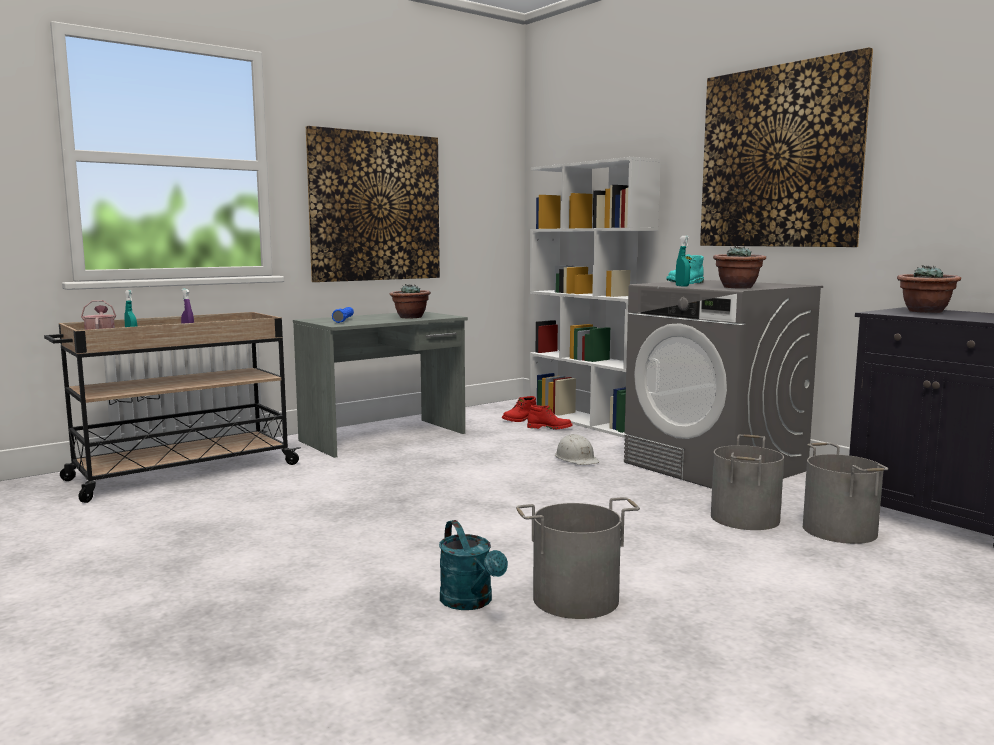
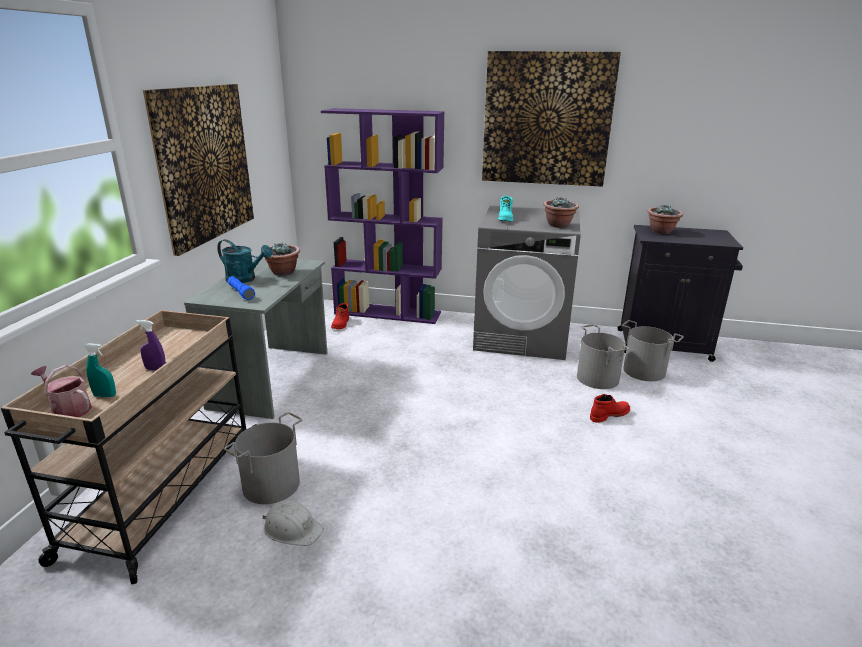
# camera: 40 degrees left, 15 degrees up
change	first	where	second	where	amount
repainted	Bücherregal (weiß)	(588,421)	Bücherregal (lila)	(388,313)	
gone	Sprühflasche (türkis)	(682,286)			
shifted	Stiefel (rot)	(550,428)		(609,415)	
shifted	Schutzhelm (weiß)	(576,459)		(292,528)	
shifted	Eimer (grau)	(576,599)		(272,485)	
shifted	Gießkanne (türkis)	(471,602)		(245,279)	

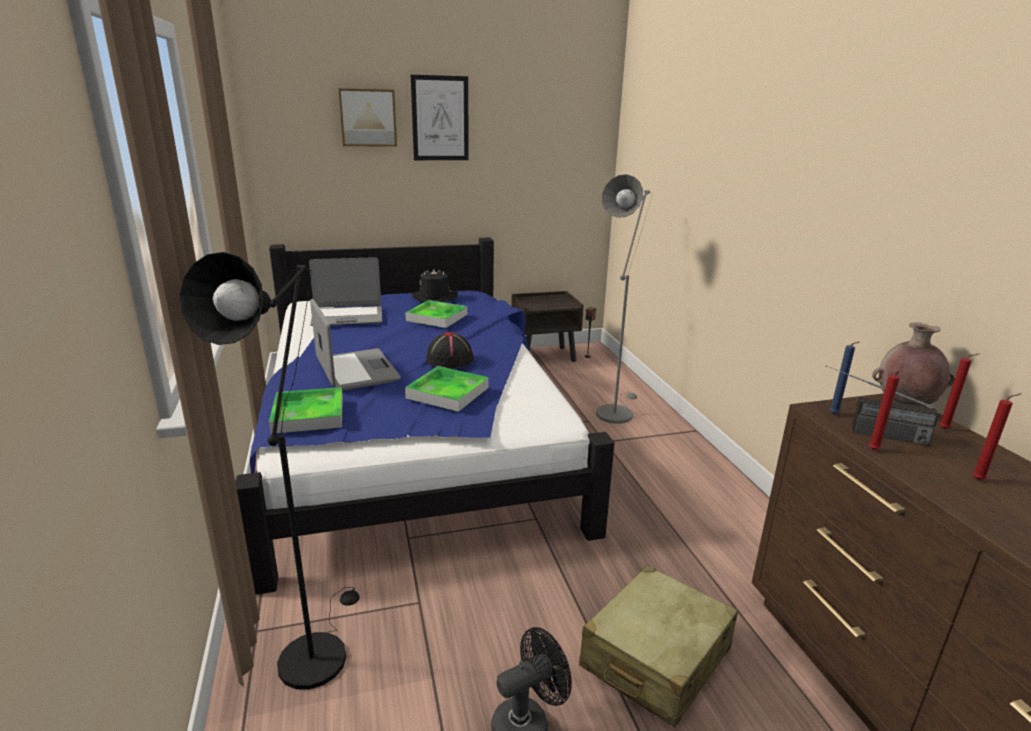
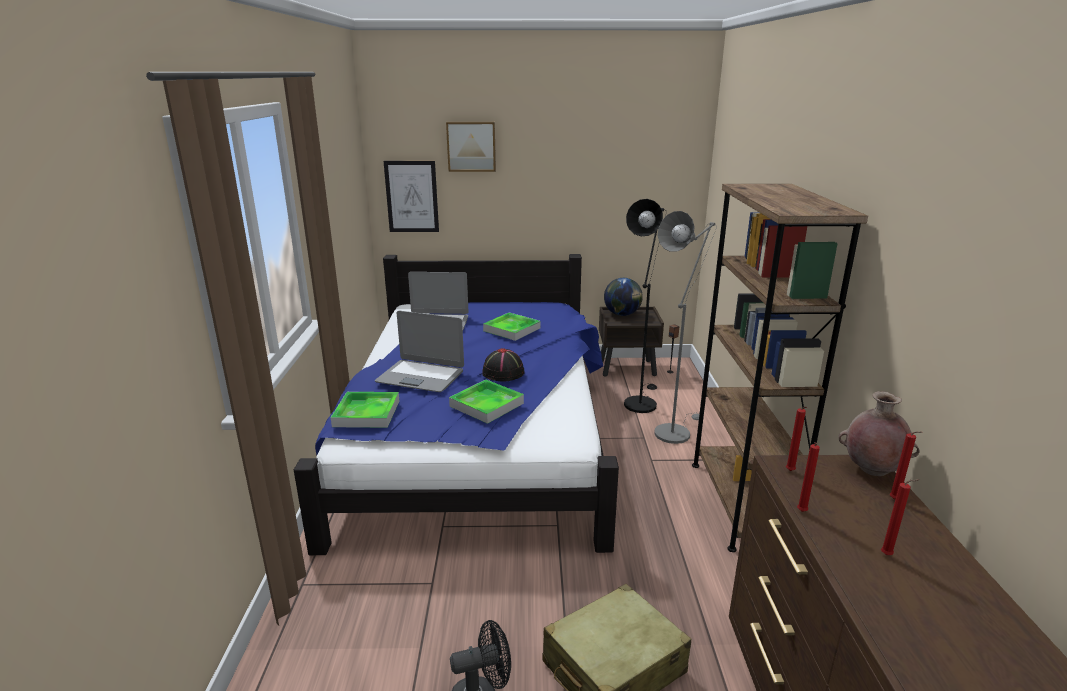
# camera: 15 degrees right, 0 degrees up
change	first	where	second	where	amount
shifted	Bild	(440,118)		(412,196)	
shifted	Stehlampe (schwarz)	(316,650)		(640,402)	
gone	Hut (schwarz)	(434,297)			
rotated	Laptop	(356,371)		(421,376)	120 degrees clockwise
repainted	Kerze (blau)	(835,415)	Kerze (rot)	(790,471)	
gone	Radio	(869,432)			
new			Bücherregal (braun)	(739,503)	
new			Globus	(622,314)	

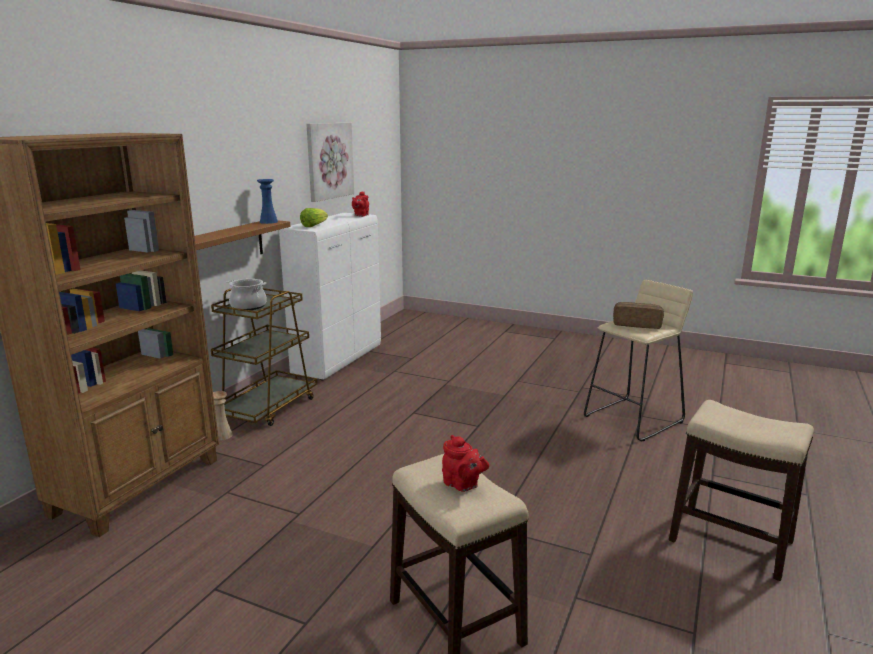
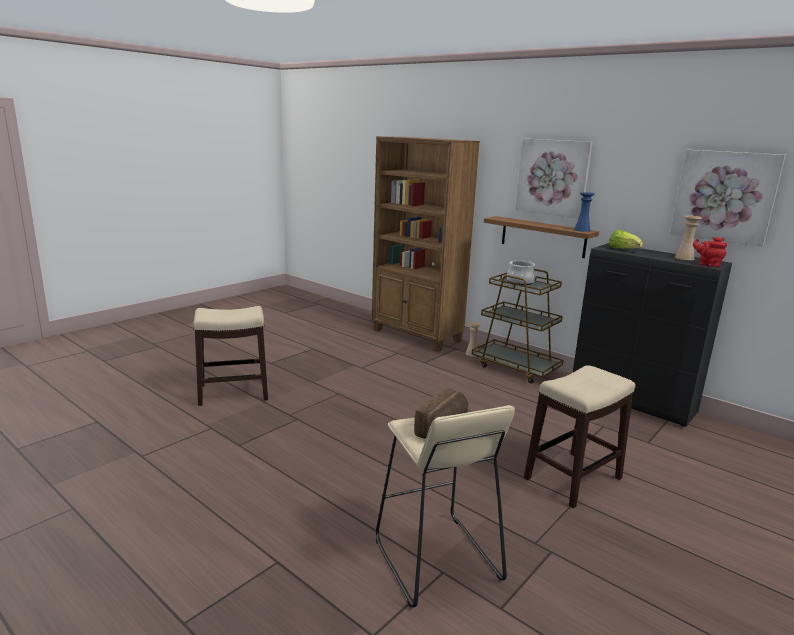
# camera: 105 degrees right, 0 degrees up
change	first	where	second	where	amount
repainted	Schrank (weiß)	(338,359)	Schrank (schwarz)	(632,402)	
shifted	Hocker	(732,541)		(572,479)	
gone	Teekanne (rot)	(463,485)			
new			Bild	(553,177)	
new			Vase (beige)	(684,258)	

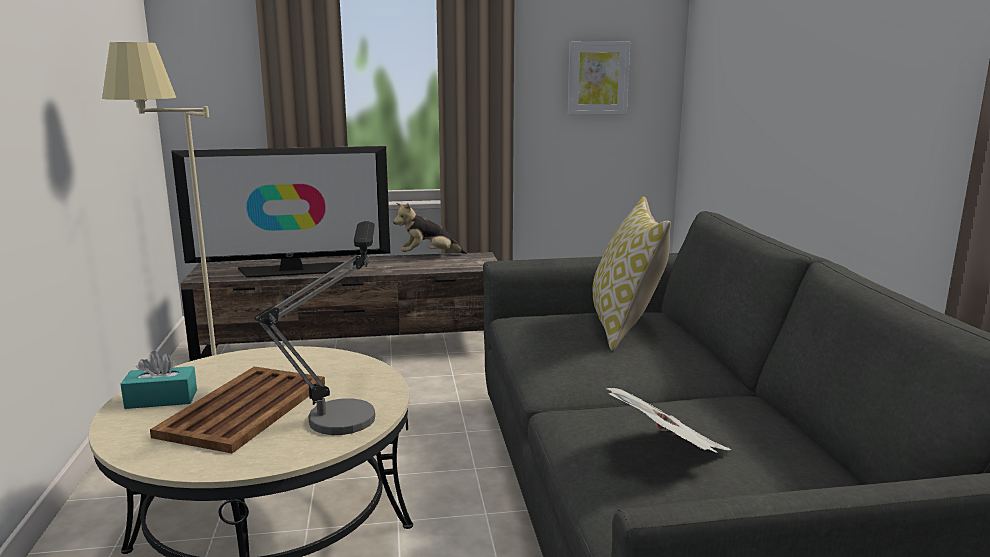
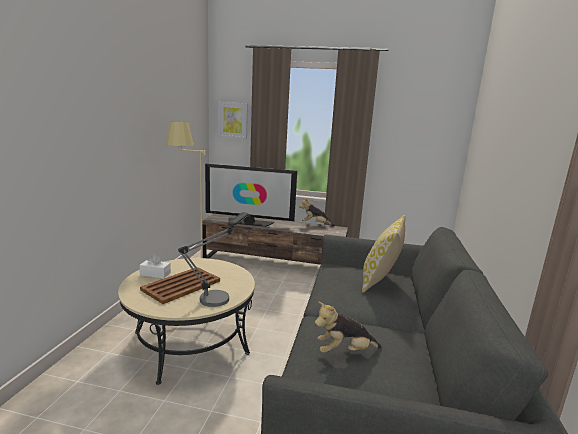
# camera: 20 degrees right, 0 degrees up
change	first	where	second	where	amount
shifted	Bild	(597,78)		(233,120)	
repainted	Taschentuchbox (türkis)	(161,399)	Taschentuchbox (weiß)	(155,274)	
swapped	Zeitung	(666,451)	Plüschtier	(344,351)	

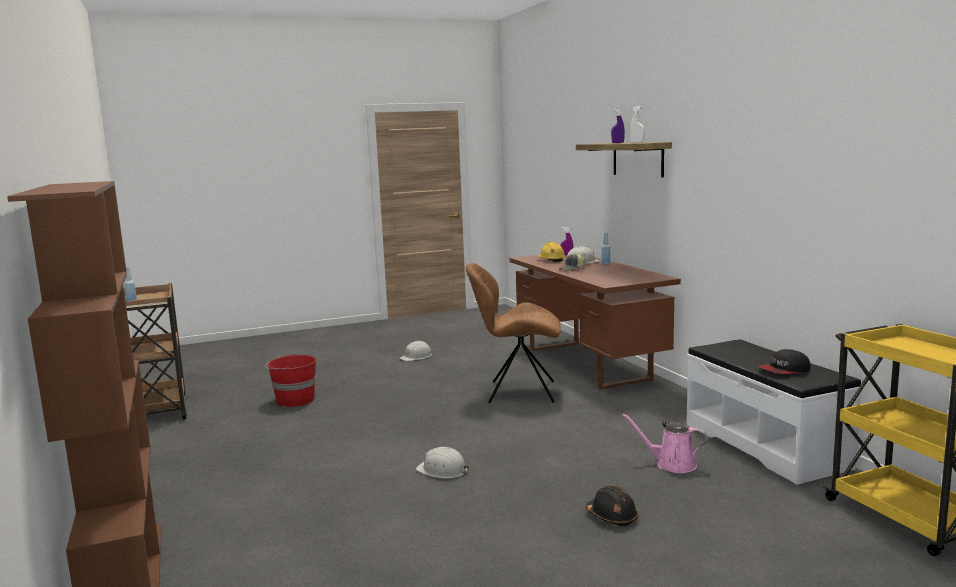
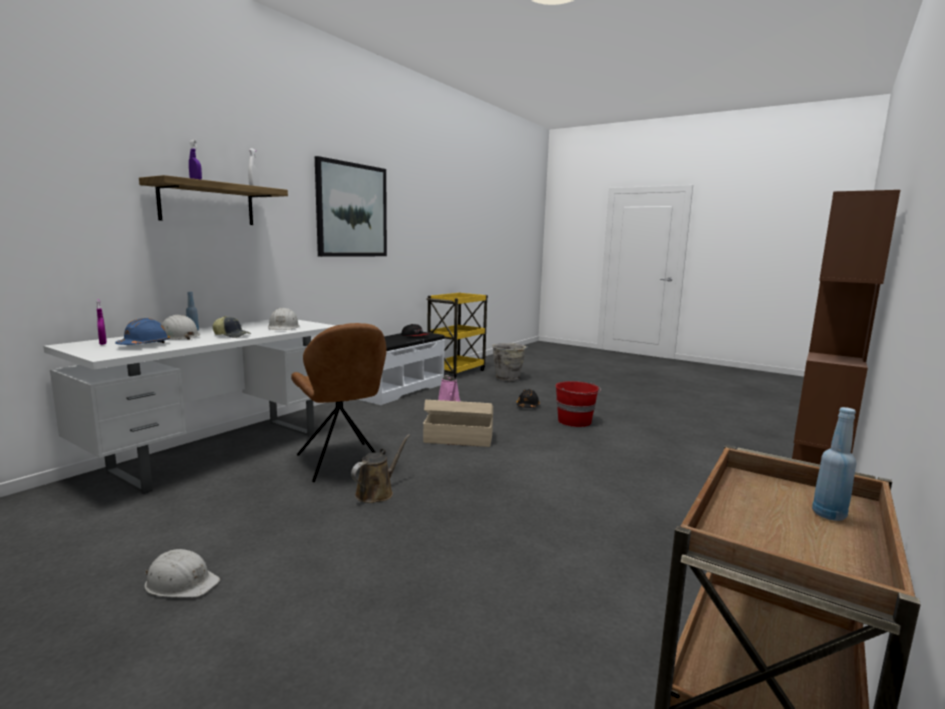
# camera: 125 degrees left, 0 degrees up
change	first	where	second	where	amount
repainted	Schutzhelm (gelb)	(551,260)	Schutzhelm (blau)	(144,345)	
repainted	Schreibtisch (braun)	(588,364)	Schreibtisch (weiß)	(221,451)	
shifted	Eimer (rot)	(294,400)		(575,421)	
shifted	Schutzhelm (weiß)	(442,470)		(283,327)	
new			Bild	(352,210)	
new			Eimer (grau)	(508,378)	
new			Aufbewahrungsbox (beige)	(457,439)	
new			Gießkanne (braun)	(377,492)	

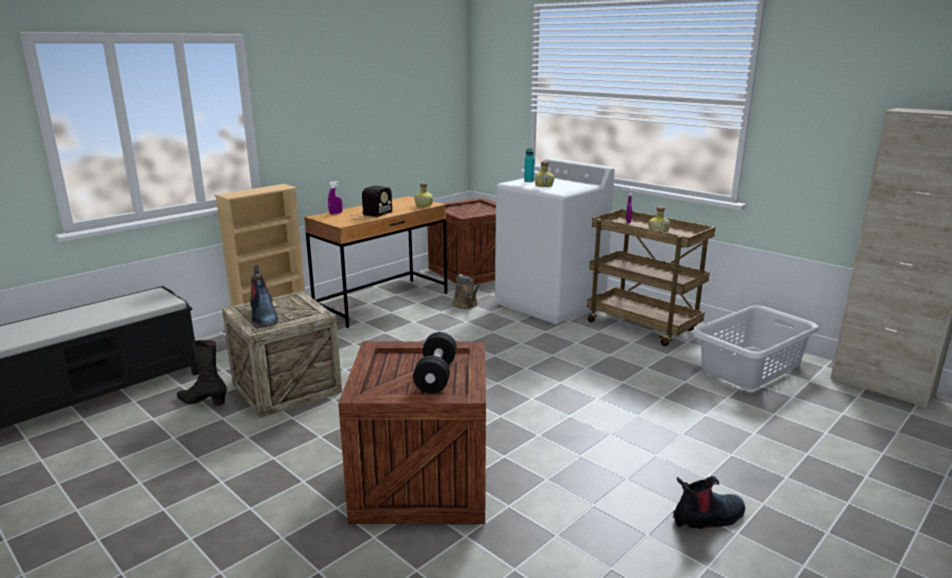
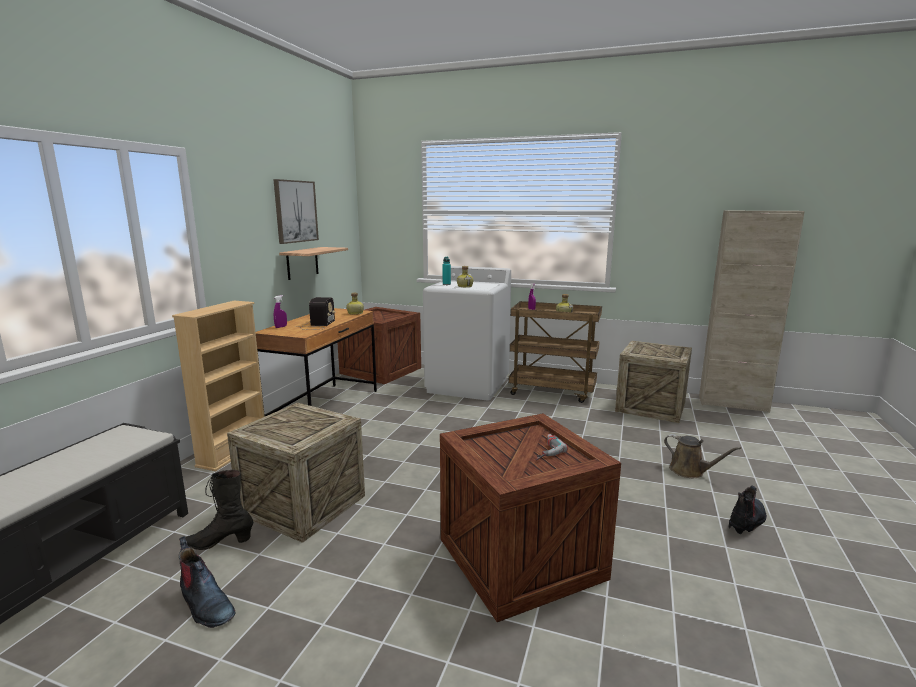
# camera: 25 degrees left, 5 degrees down
change	first	where	second	where	amount
shifted	Stiefel	(263,316)		(205,604)	
shifted	Gießkanne (braun)	(466,305)		(690,471)	
swapped	Wäschekorb (grau)	(751,367)	Kiste	(650,406)	
swapped	Hantel (schwarz)	(436,376)	Bohrmaschine	(543,450)	
new			Bild	(295,211)	
new			Wandregal	(302,263)	

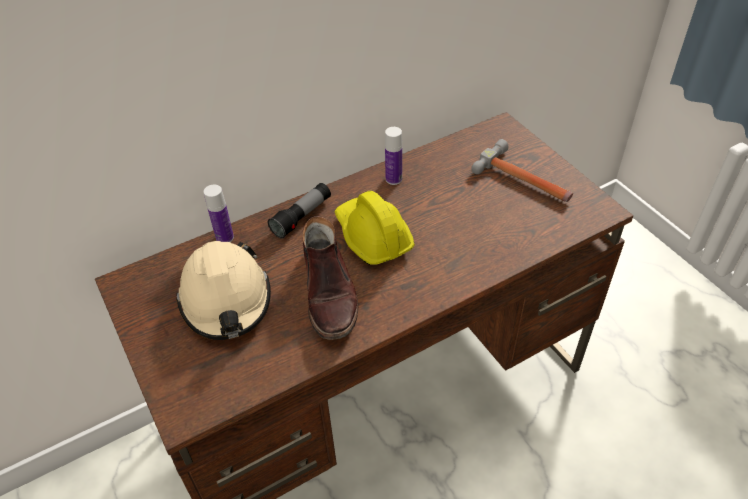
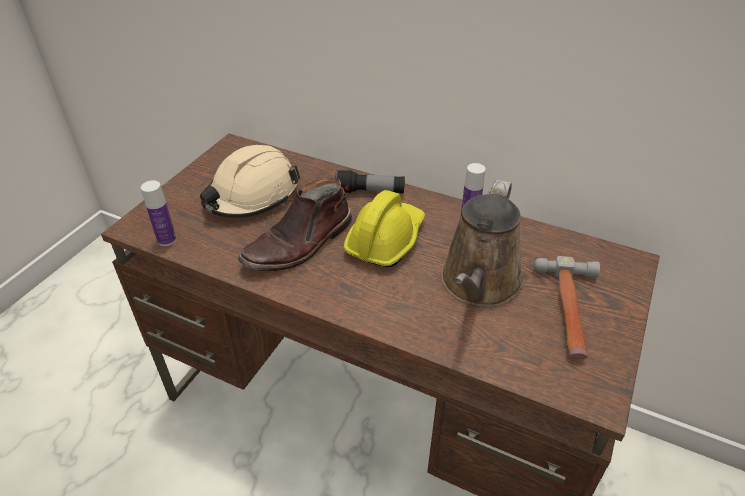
# camera: 55 degrees right, 5 degrees down
change	first	where	second	where	amount
shifted	Flasche	(225,238)		(167,240)	
new			Gießkanne (braun)	(478,284)	

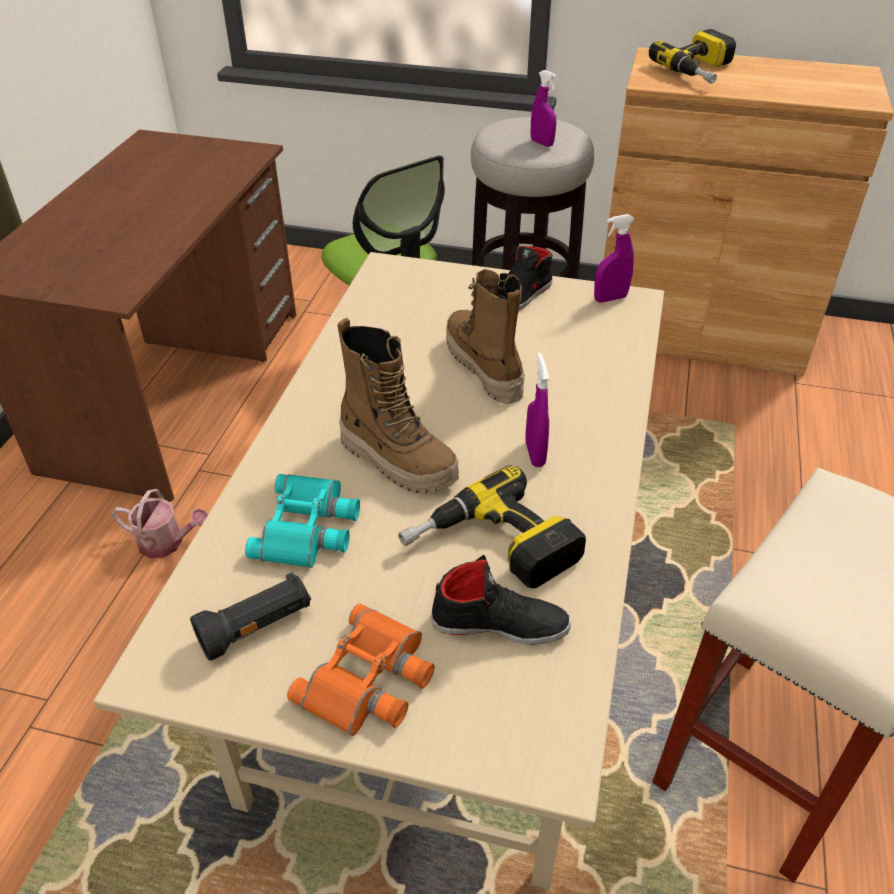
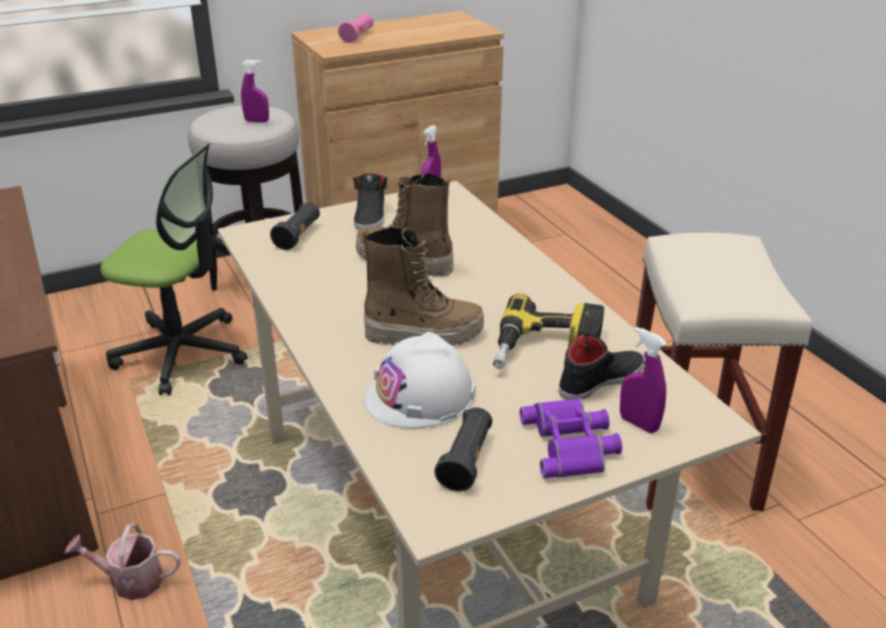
# camera: 40 degrees left, 10 degrees down
change	first	where	second	where	amount
swapped	Bohrmaschine	(701,71)	Taschenlampe (rosa)	(358,36)	
shifted	Sprühflasche (lila)	(535,454)		(638,424)	
swapped	Fernglas (türkis)	(309,528)	Schutzhelm (weiß)	(420,395)	
rotated	Gießkanne	(167,542)		(130,580)	150 degrees counterclockwise
repainted	Fernglas (orange)	(370,680)	Fernglas (lila)	(572,444)	
new			Taschenlampe (schwarz)	(298,236)	

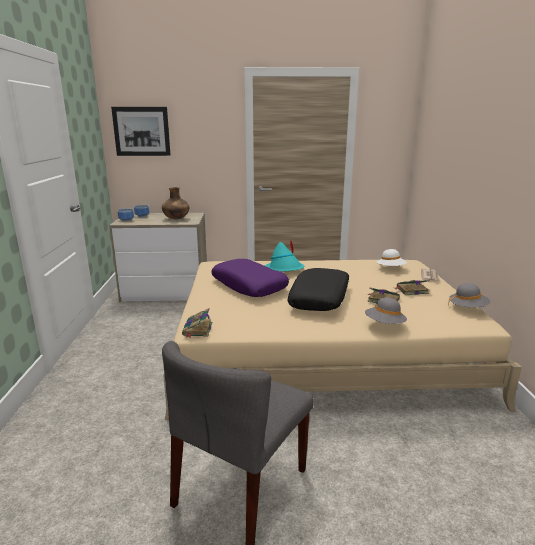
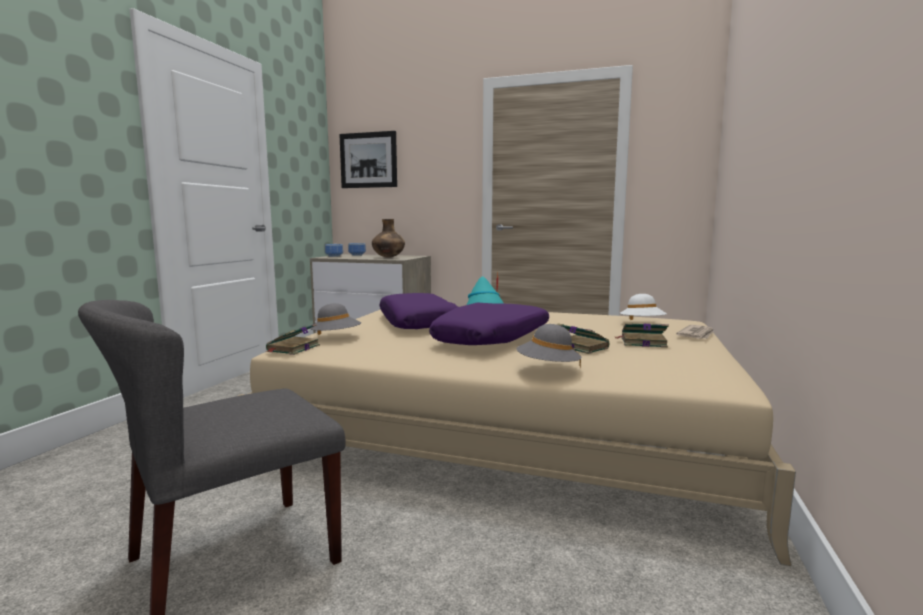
# camera: 20 degrees right, 10 degrees down
change	first	where	second	where	amount
repainted	Kissen (schwarz)	(320,298)	Kissen (lila)	(492,339)	
shifted	Hut (grau)	(467,308)		(336,338)	

